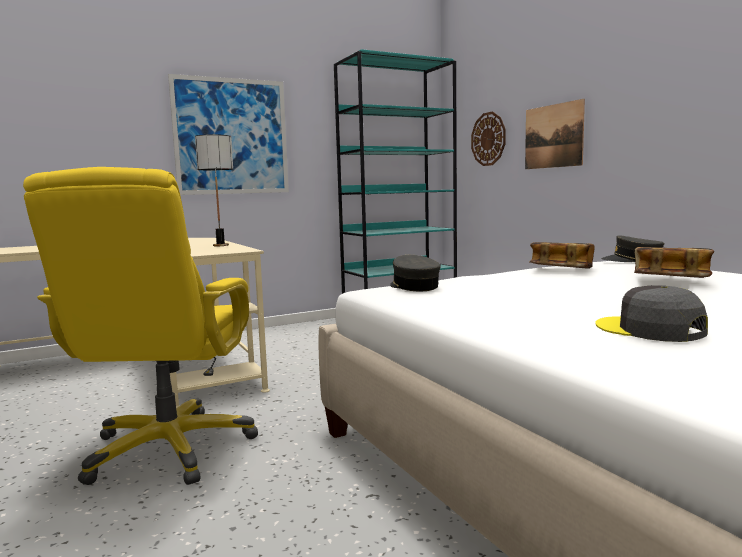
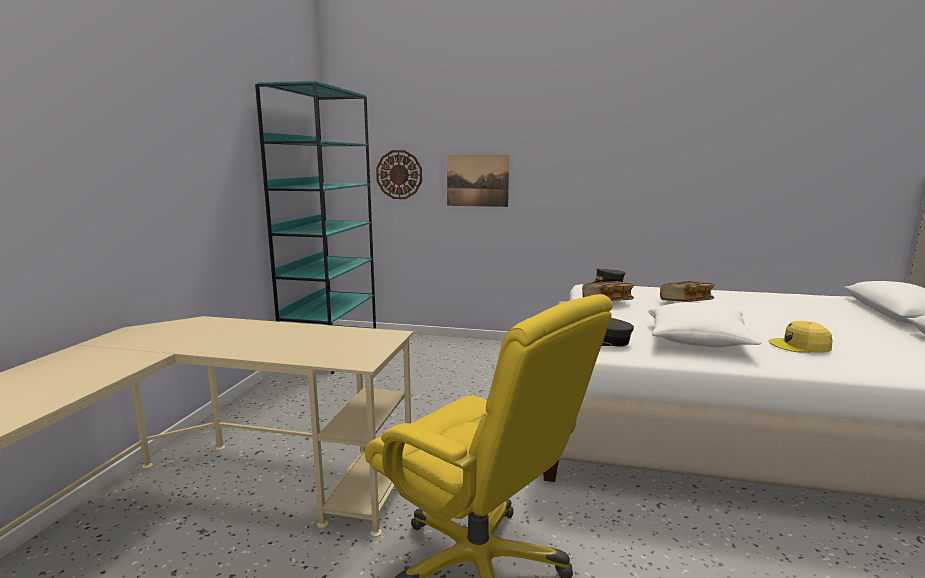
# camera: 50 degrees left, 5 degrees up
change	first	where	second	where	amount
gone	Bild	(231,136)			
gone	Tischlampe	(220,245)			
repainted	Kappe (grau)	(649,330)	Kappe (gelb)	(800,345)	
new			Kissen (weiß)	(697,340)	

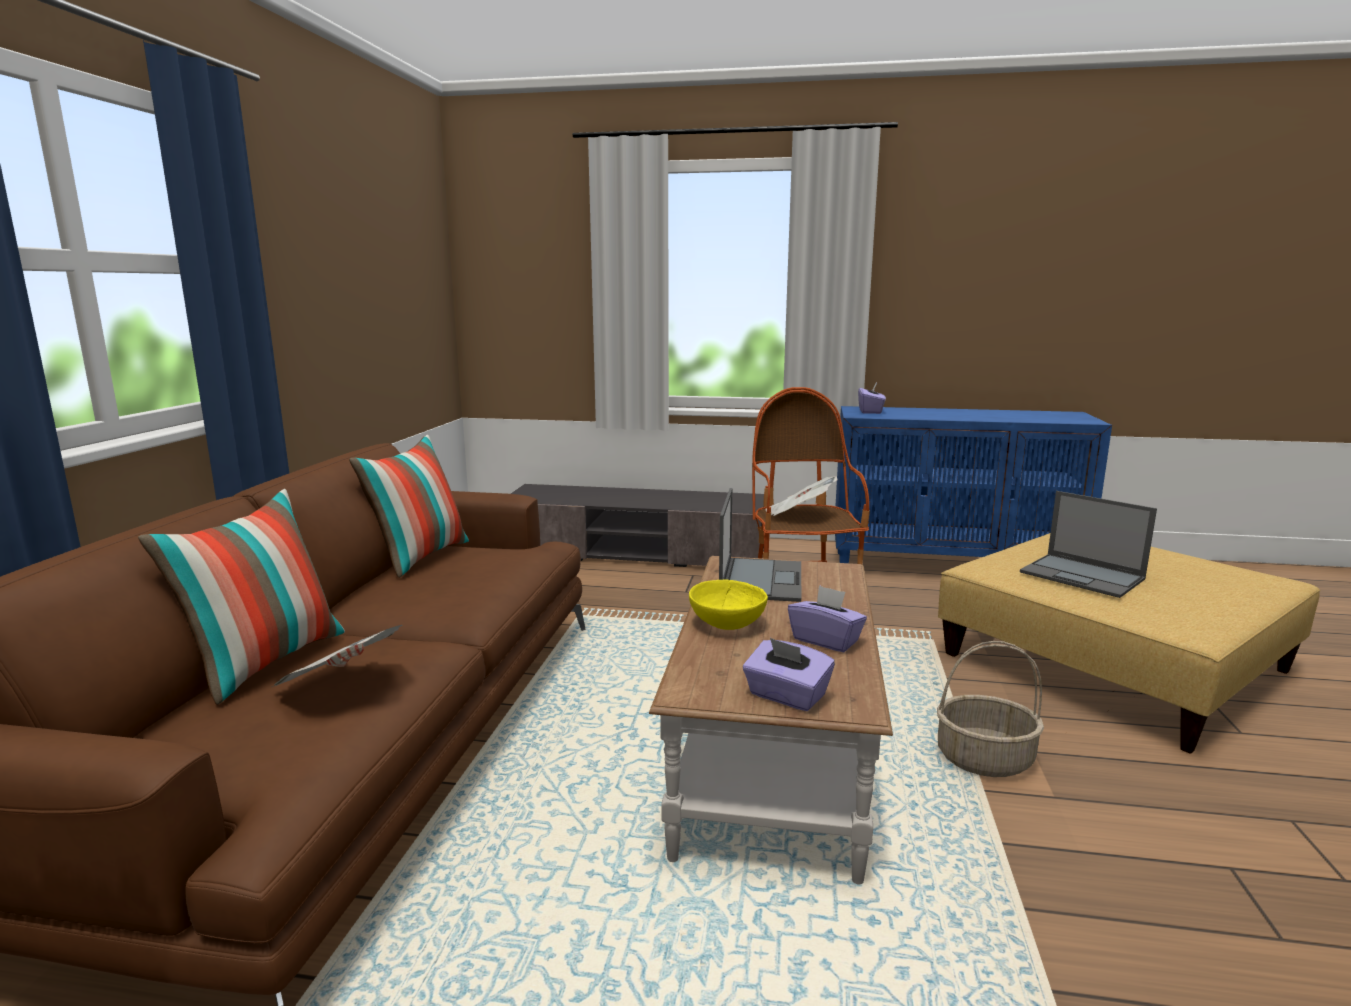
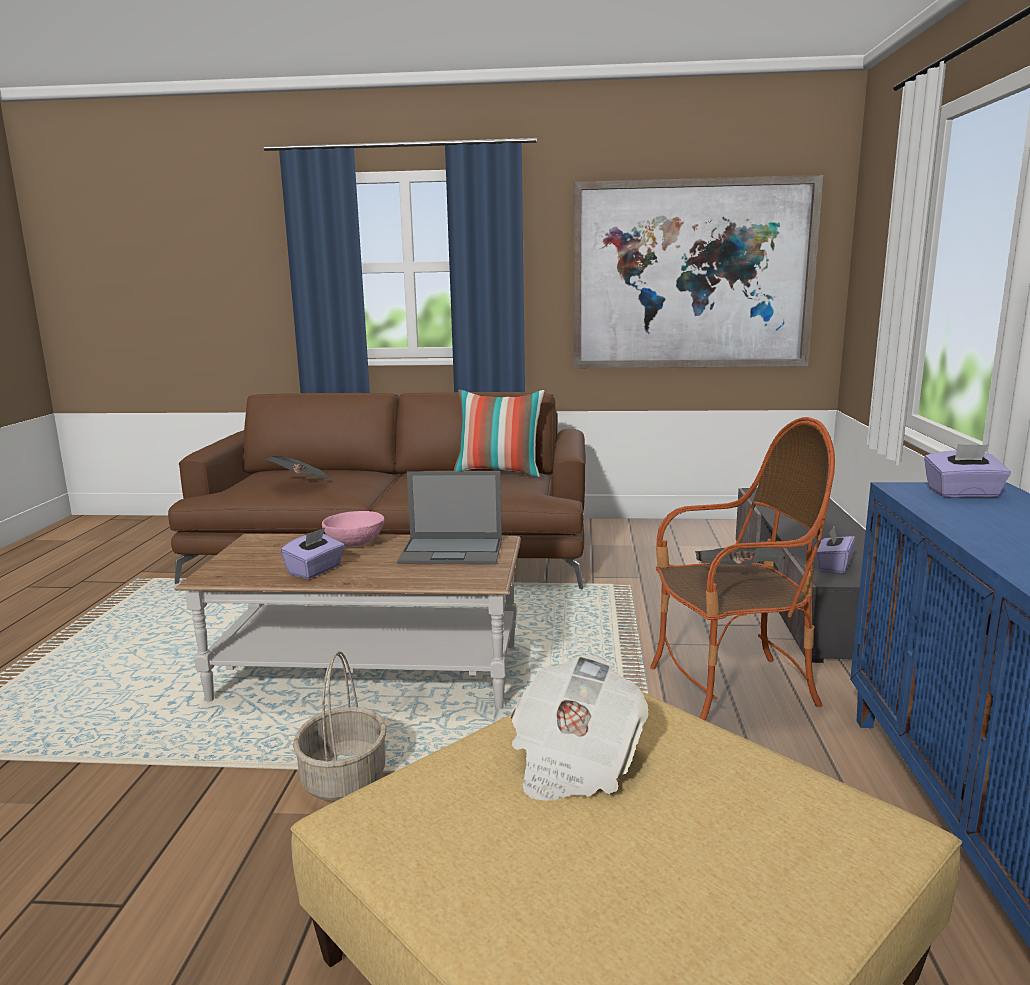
# camera: 85 degrees right, 0 degrees up
change	first	where	second	where	amount
gone	Kissen	(265,663)			
swapped	Laptop	(1083,576)	Zeitung	(573,761)	
repainted	Schüssel (gelb)	(726,624)	Schüssel (rosa)	(355,543)	
shifted	Taschentuchbox (lila)	(786,696)		(833,565)	
new			Bild	(691,275)	

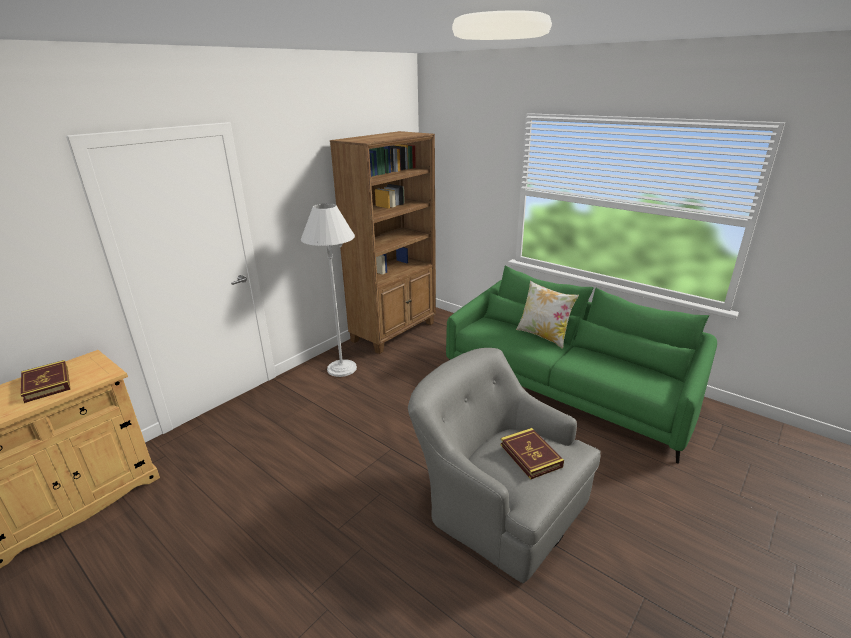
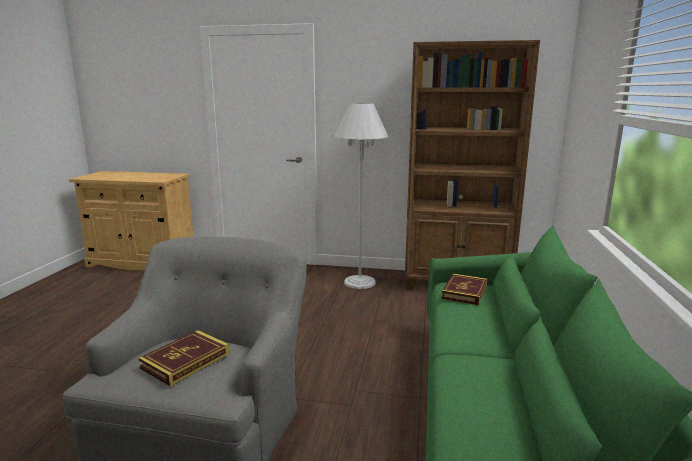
# camera: 60 degrees right, 10 degrees down
change	first	where	second	where	amount
gone	Kissen	(543,336)			
shifted	Buch	(47,384)		(464,292)	

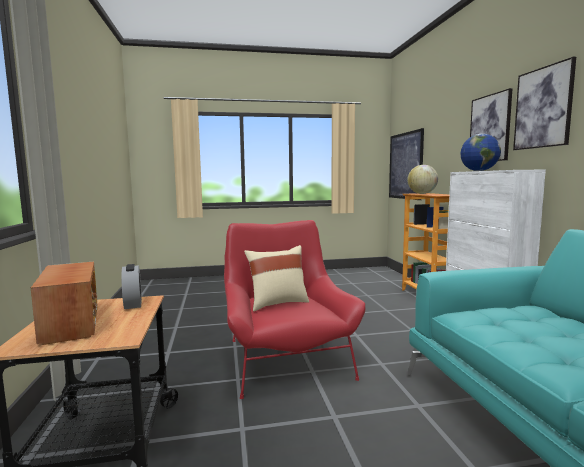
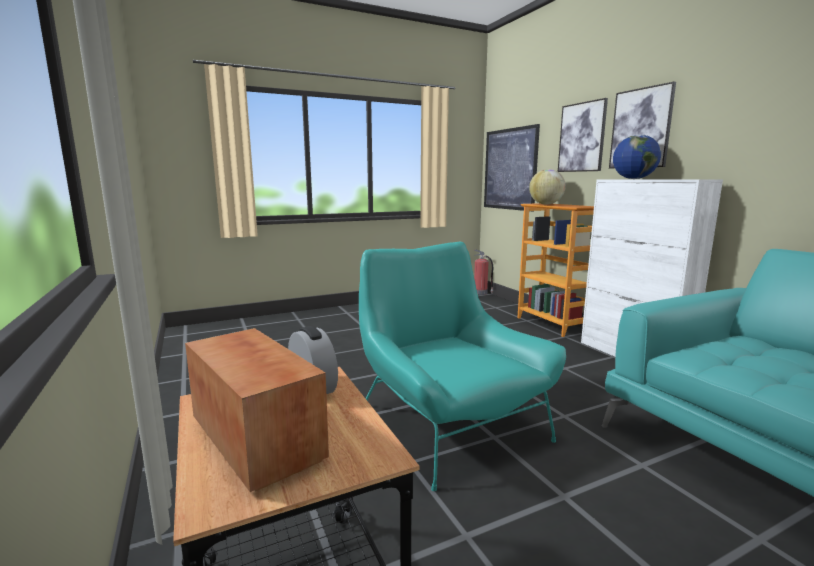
# camera: 15 degrees left, 5 degrees up
change	first	where	second	where	amount
shifted	Bild	(543,108)		(582,137)	
repainted	Sessel (rot)	(286,358)	Sessel (türkis)	(449,423)	
gone	Kissen (beige)	(277,303)			
new			Feuerlöscher	(481,293)	

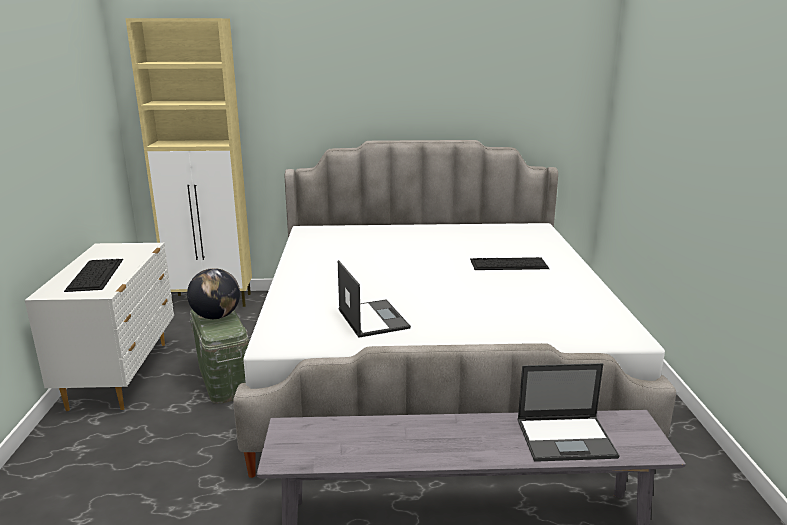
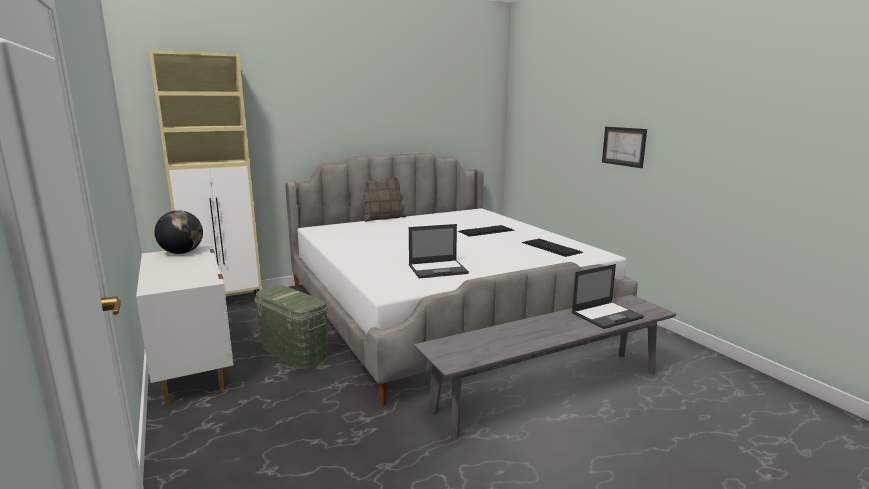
# camera: 25 degrees left, 5 degrees down
change	first	where	second	where	amount
shifted	Tastatur	(95,274)		(550,247)	
rotated	Laptop	(372,318)		(438,269)	120 degrees clockwise
shifted	Globus	(216,316)		(182,252)	
new			Bild	(624,146)	
new			Kissen	(383,218)	

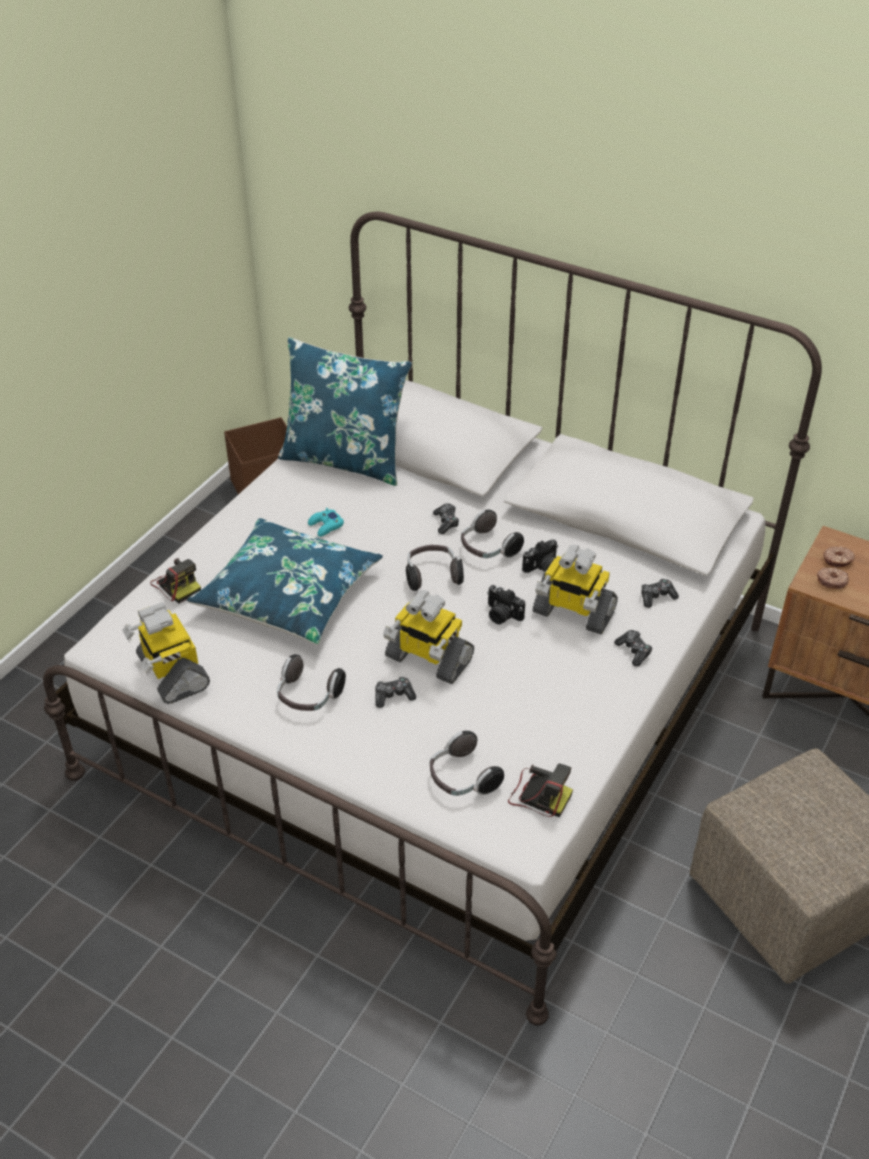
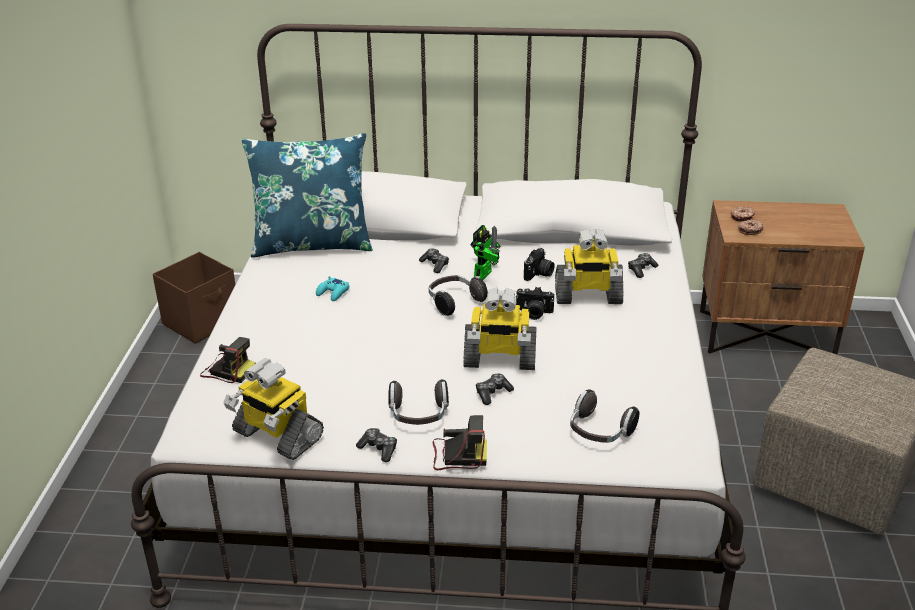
# camera: 25 degrees left, 10 degrees down
change	first	where	second	where	amount
swapped	Kopfhörer	(488,548)	Spielzeugroboter	(484,273)	
gone	Kissen (blau)	(288,594)			
shifted	Gamepad	(634,651)		(378,449)	
shifted	Kamera	(538,795)		(457,455)	

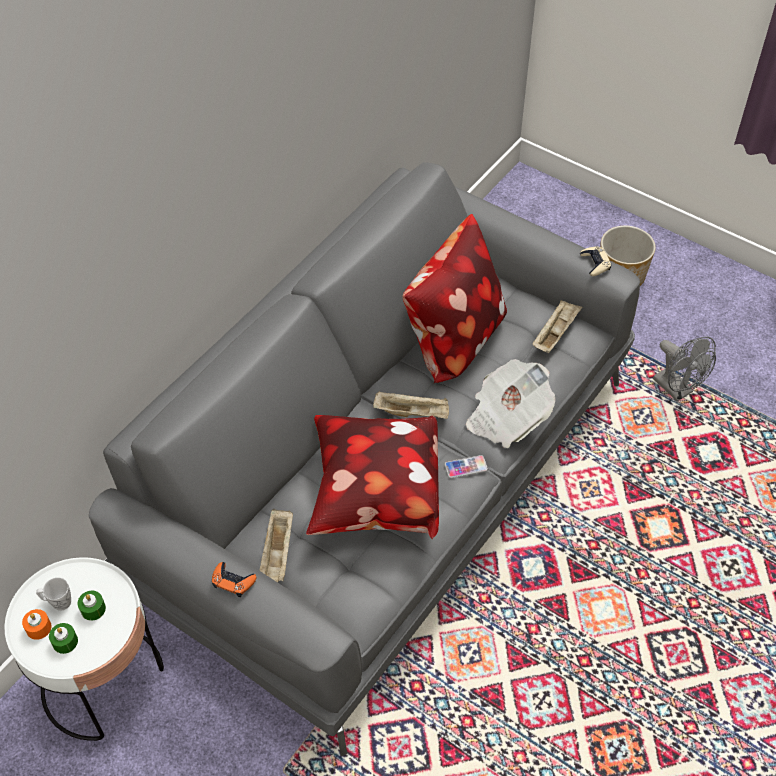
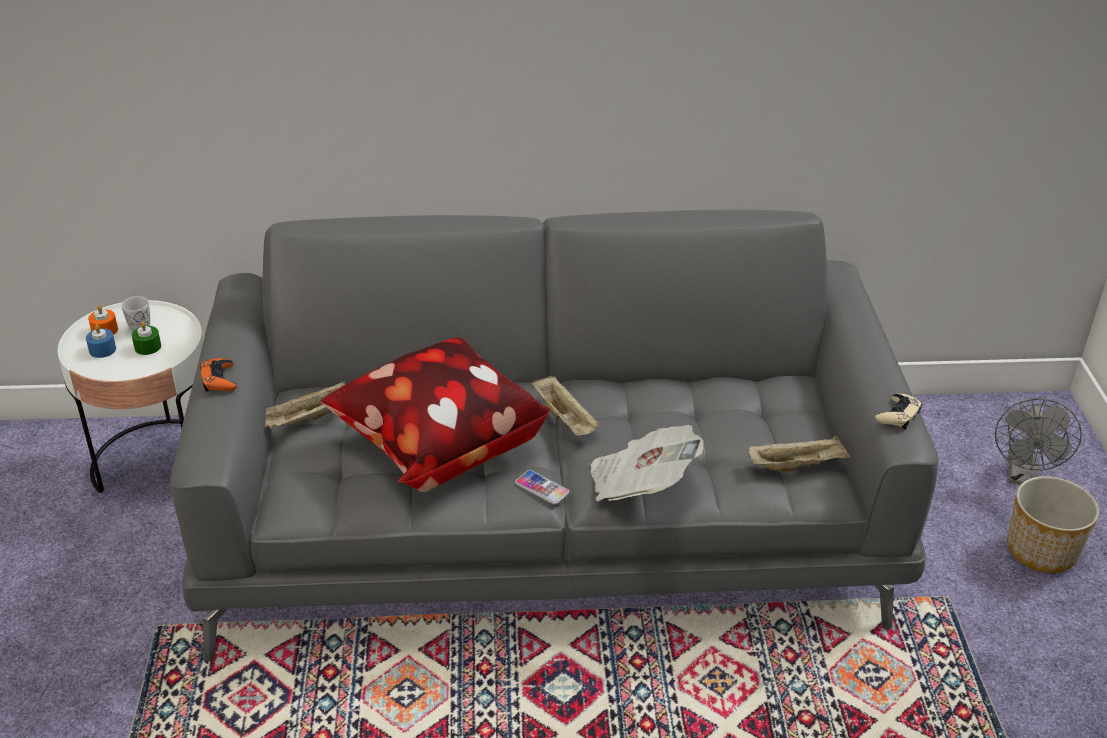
# camera: 50 degrees right, 15 degrees down
change	first	where	second	where	amount
gone	Kissen	(452,339)			
shifted	Ventilator (grau)	(677,390)		(1023,476)	
repainted	Kerze (grün)	(65,642)	Kerze (blau)	(102,350)	

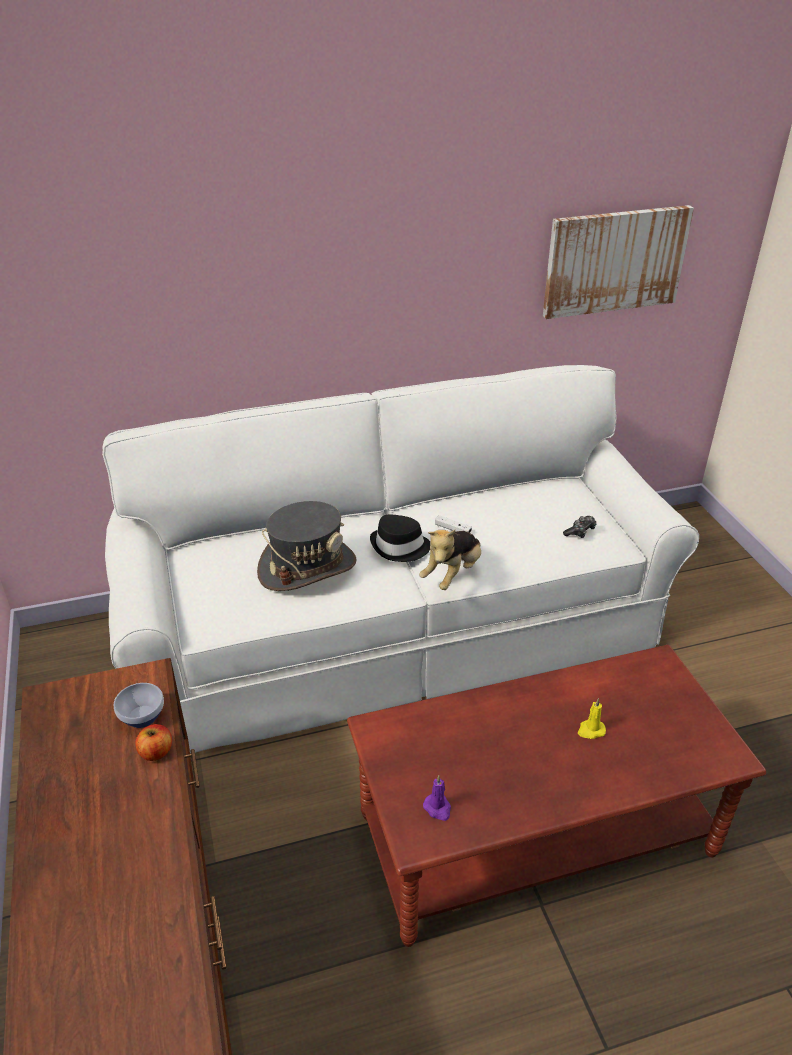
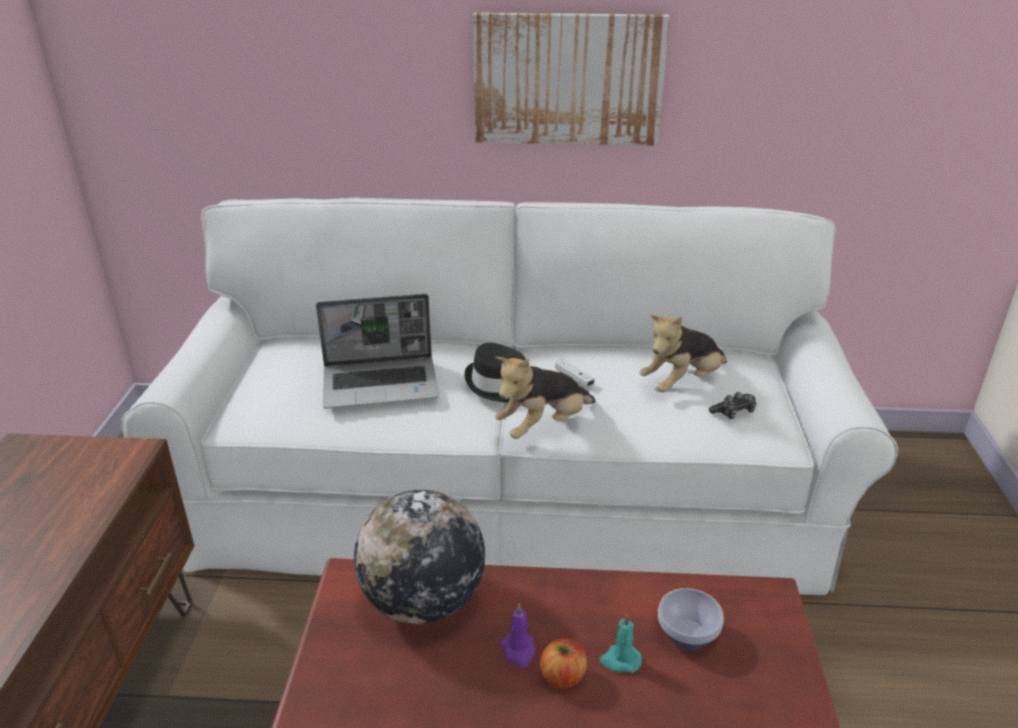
# camera: 20 degrees right, 5 degrees down
change	first	where	second	where	amount
shifted	Bild	(614,261)		(568,79)	
swapped	Hut (grau)	(307,567)	Laptop	(382,384)	
shifted	Schüssel	(142,718)		(687,636)	
repainted	Kerze (gelb)	(590,730)	Kerze (türkis)	(620,660)	
shifted	Apfel	(156,752)		(562,676)	
shifted	Kerze (lila)	(438,808)		(519,651)	
new			Plüschtier	(682,383)	
new			Globus	(423,602)	

